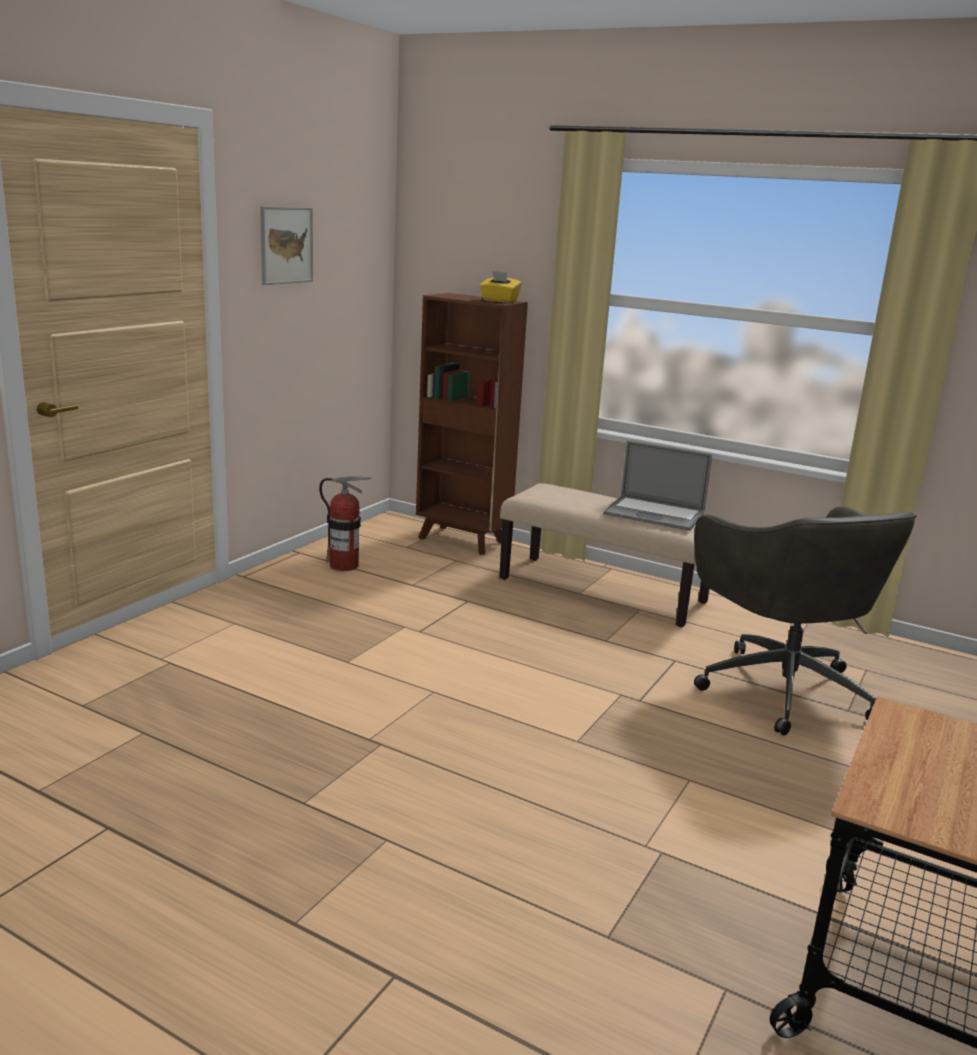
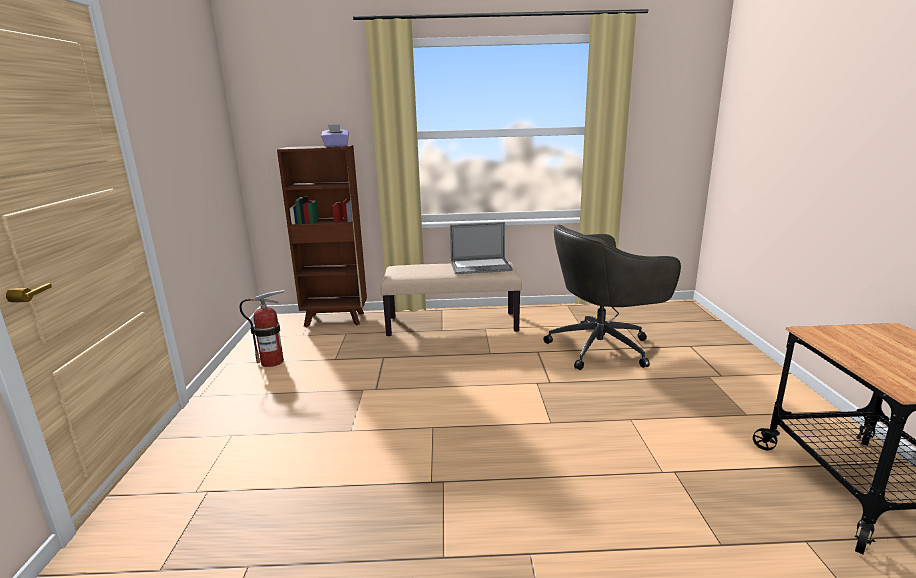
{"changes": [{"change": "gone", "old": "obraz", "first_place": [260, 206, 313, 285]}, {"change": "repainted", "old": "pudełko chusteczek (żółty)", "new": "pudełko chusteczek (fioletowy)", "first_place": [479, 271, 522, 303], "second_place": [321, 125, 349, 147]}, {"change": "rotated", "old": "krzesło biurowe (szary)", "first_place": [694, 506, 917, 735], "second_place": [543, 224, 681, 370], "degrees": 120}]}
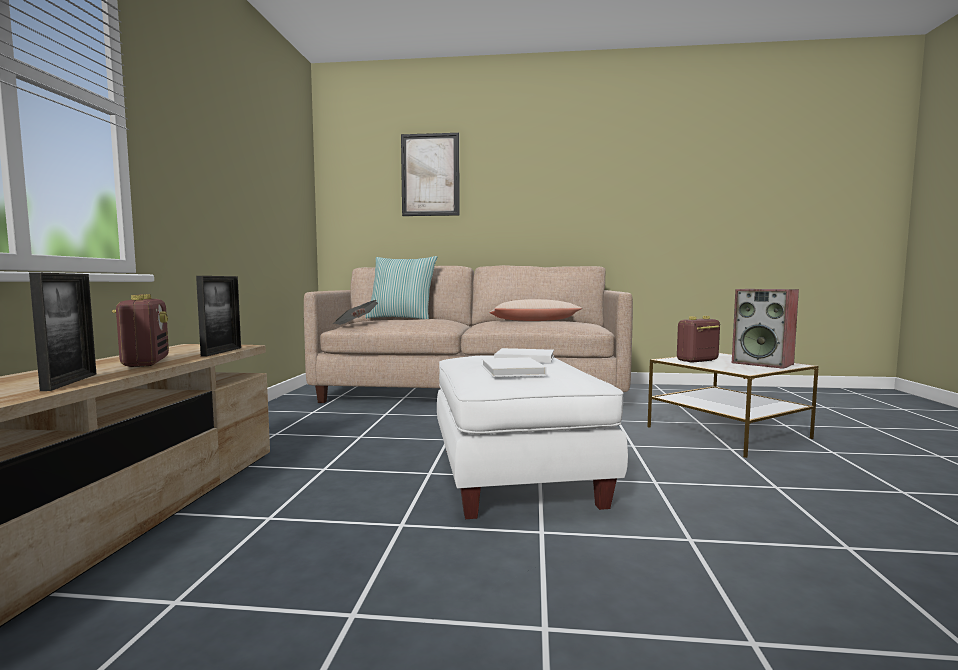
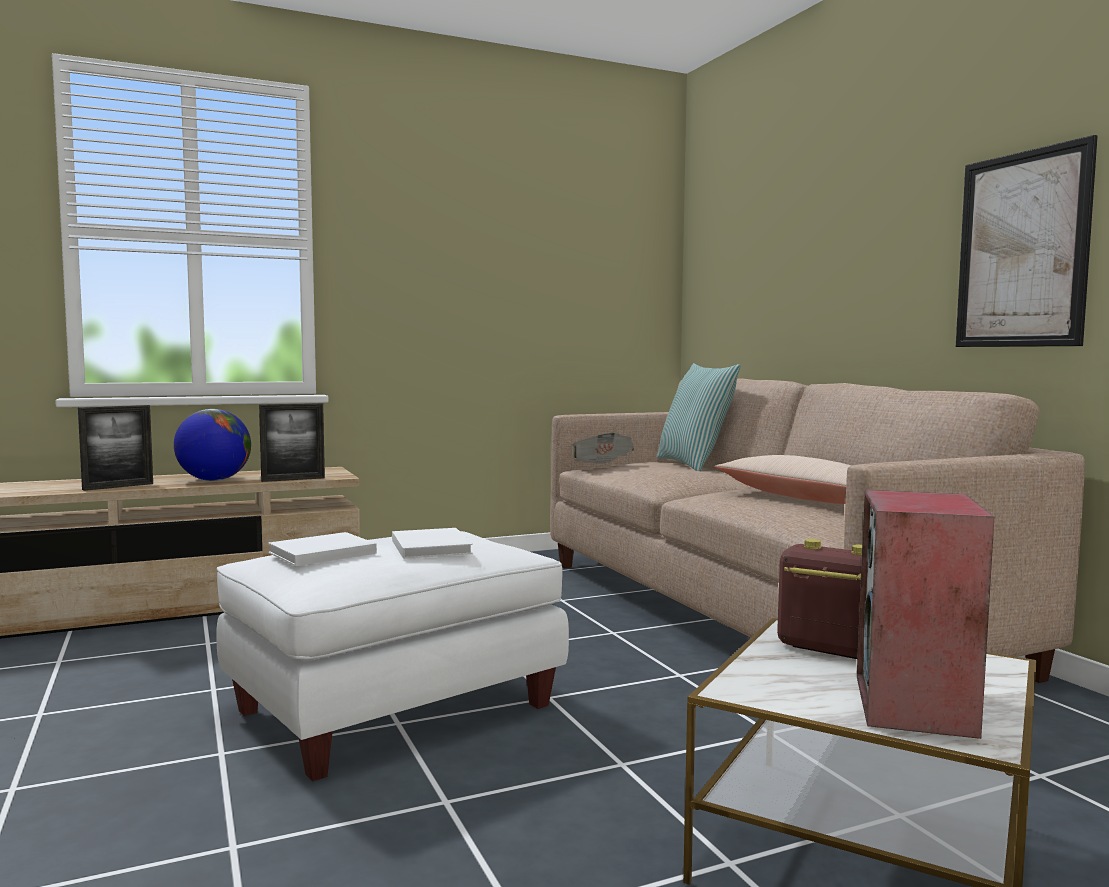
{"changes": [{"change": "shifted", "old": "obraz", "first_place": [401, 133, 460, 216], "second_place": [956, 135, 1098, 347]}, {"change": "swapped", "old": "radio", "new": "globus", "first_place": [112, 294, 169, 367], "second_place": [174, 409, 251, 481]}]}
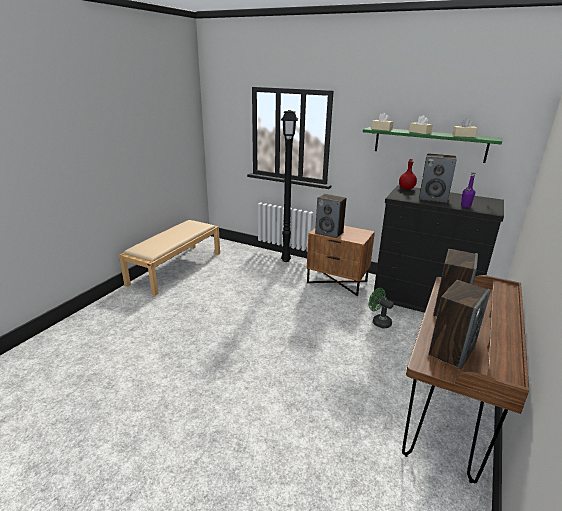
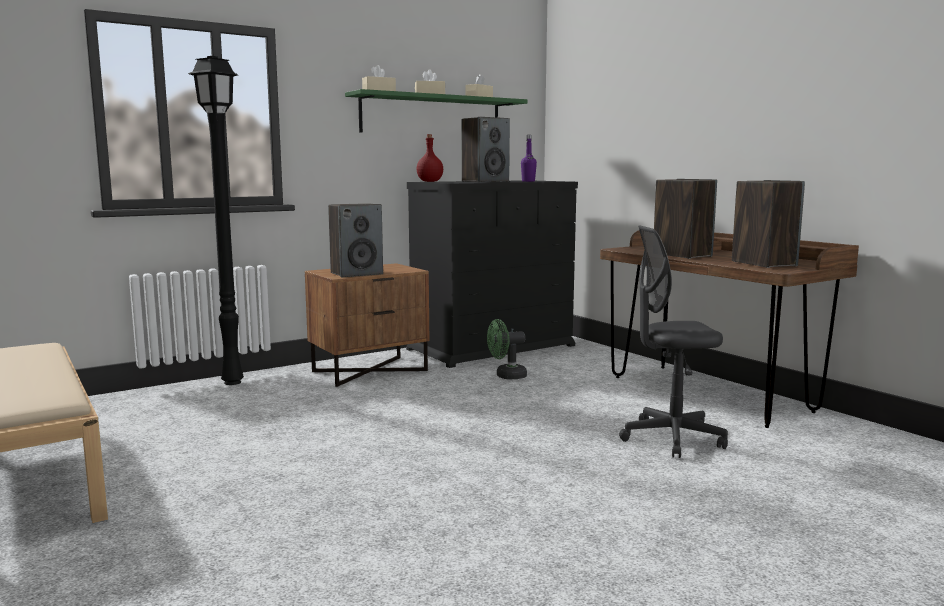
{"changes": [{"change": "new", "new": "krzesło biurowe (szary)", "second_place": [619, 225, 728, 458]}]}
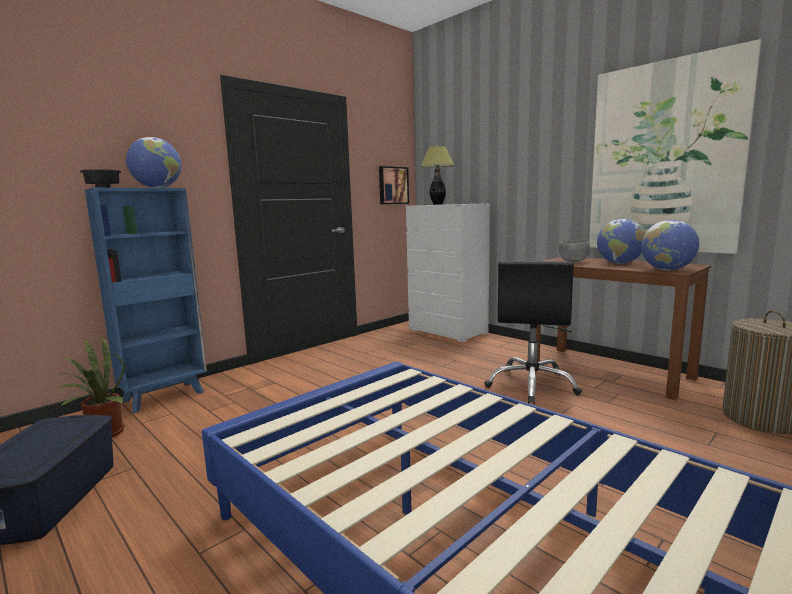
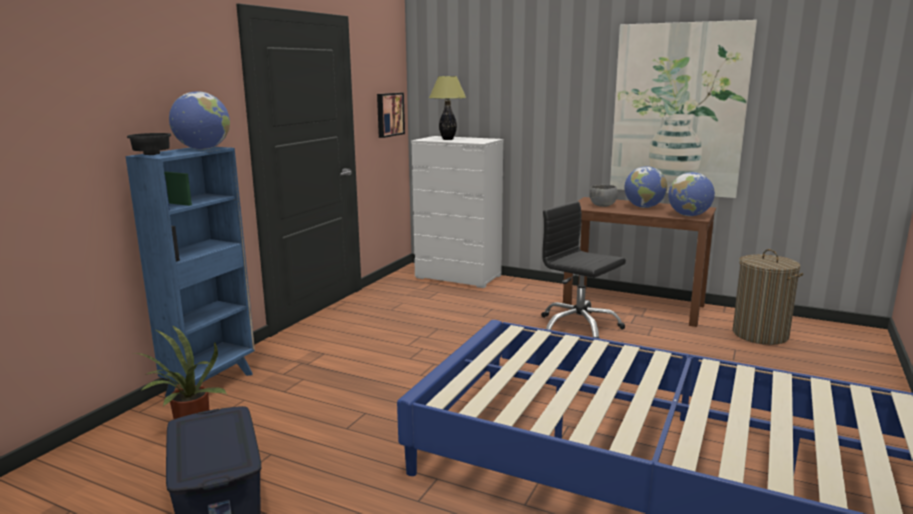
{"changes": [{"change": "rotated", "old": "krzesło biurowe (czarny)", "first_place": [484, 261, 582, 404], "second_place": [541, 201, 626, 339], "degrees": 135}]}
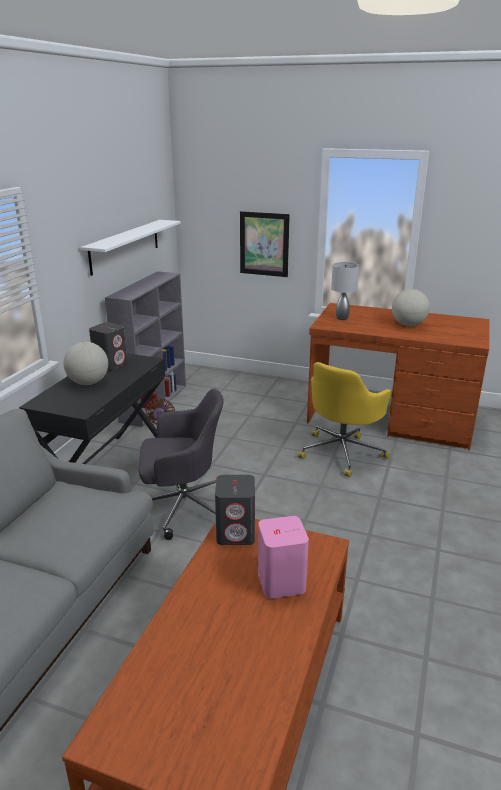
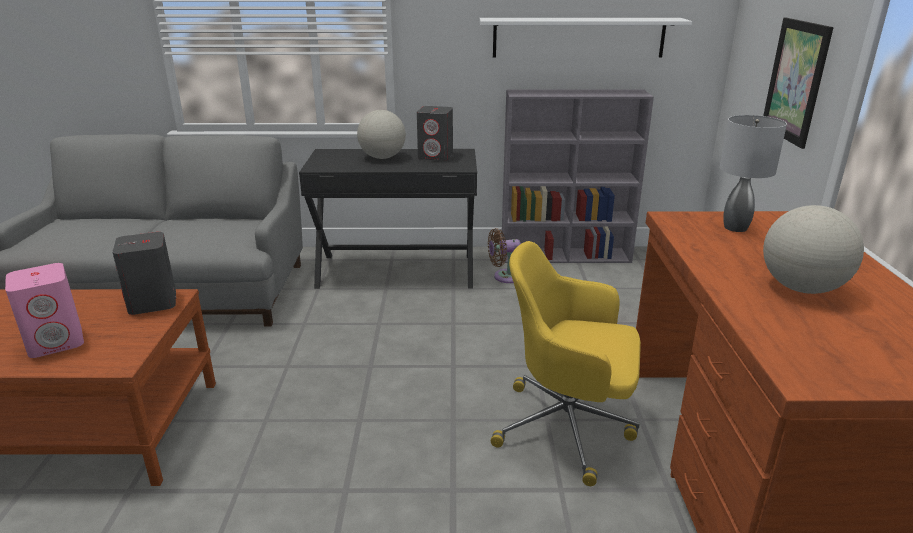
{"changes": [{"change": "gone", "old": "krzesło biurowe (szary)", "first_place": [139, 389, 224, 540]}]}
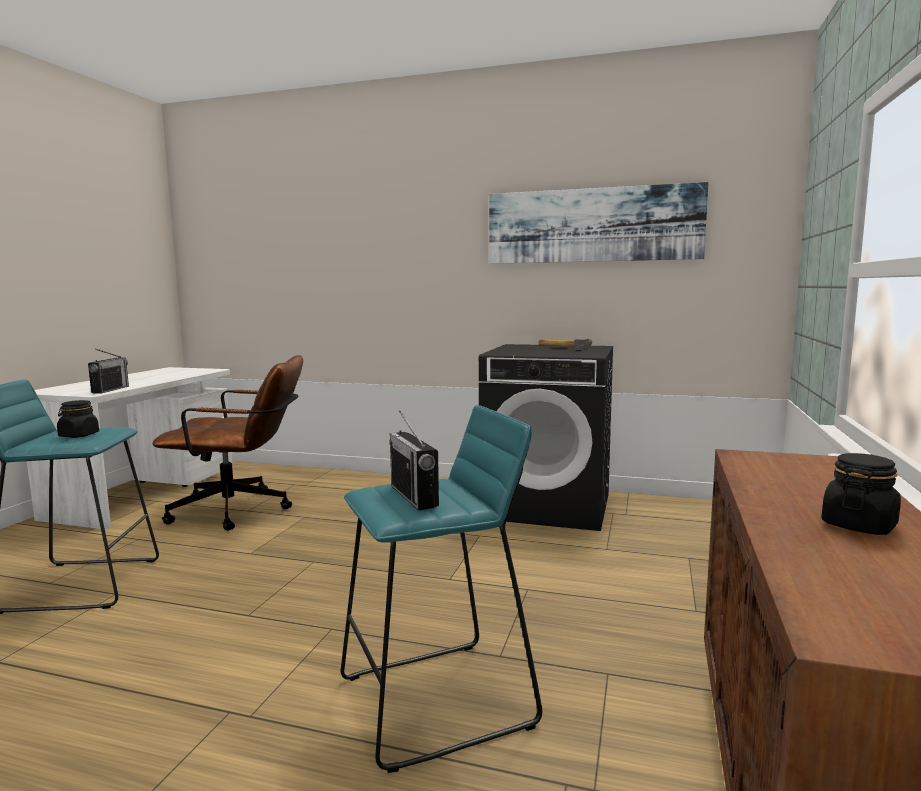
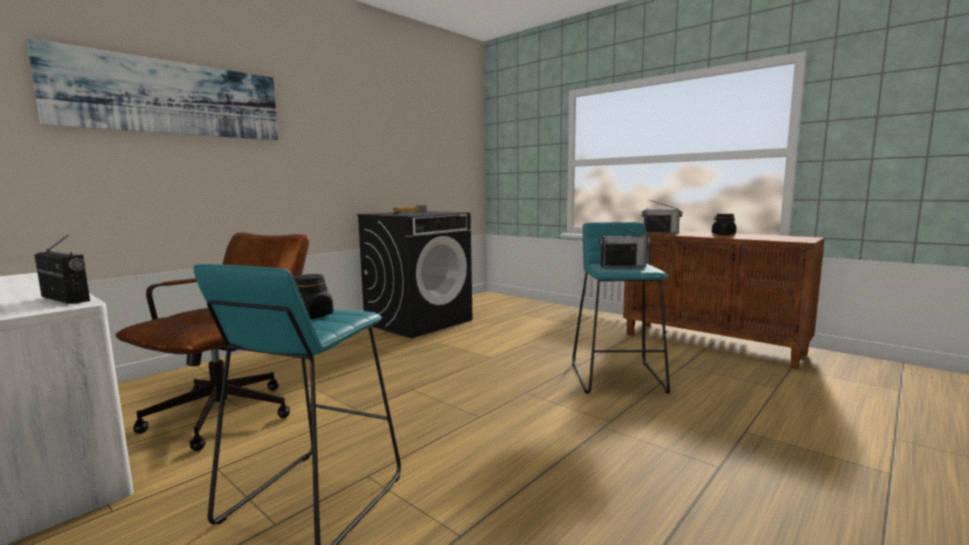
{"changes": [{"change": "new", "new": "radio", "second_place": [642, 200, 682, 234]}, {"change": "shifted", "old": "obraz", "first_place": [489, 182, 708, 264], "second_place": [26, 38, 279, 140]}]}
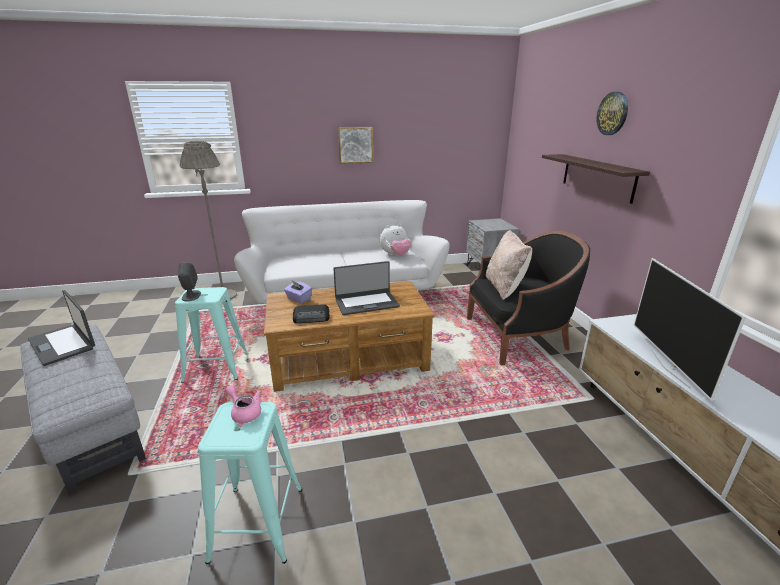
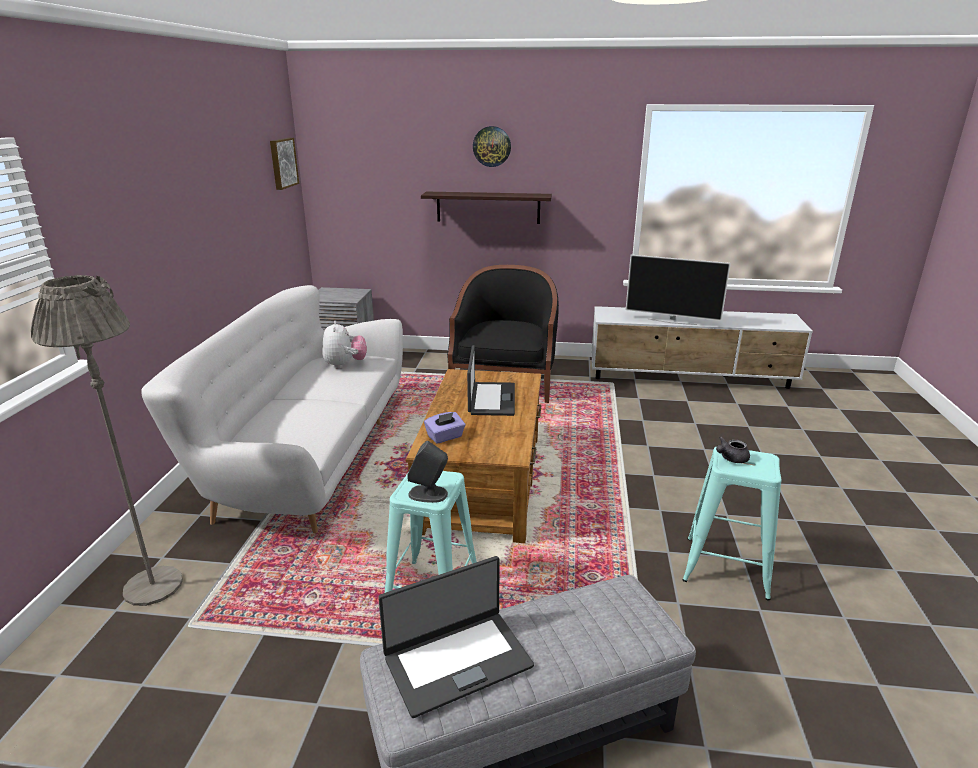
{"changes": [{"change": "gone", "old": "radio", "first_place": [293, 304, 330, 323]}, {"change": "gone", "old": "poduszka (beżowy)", "first_place": [486, 230, 532, 300]}, {"change": "shifted", "old": "obraz", "first_place": [338, 127, 373, 164], "second_place": [270, 138, 299, 190]}, {"change": "repainted", "old": "imbryk (różowy)", "new": "imbryk (szary)", "first_place": [226, 385, 261, 423], "second_place": [716, 437, 750, 463]}]}
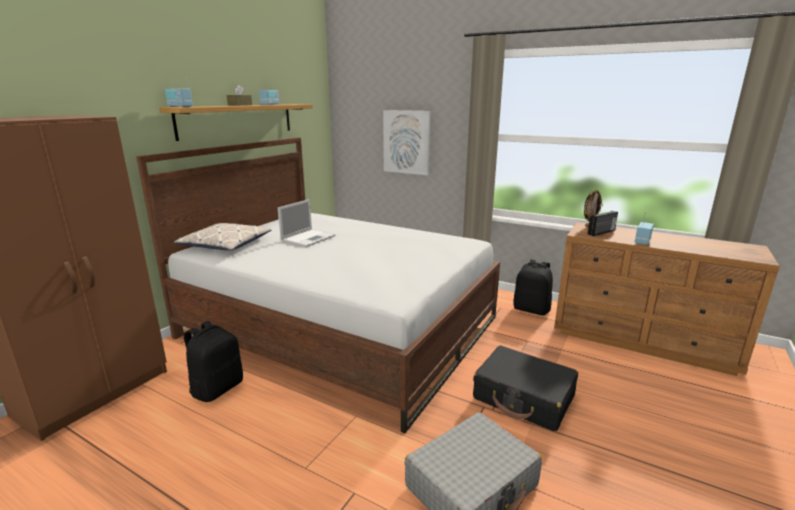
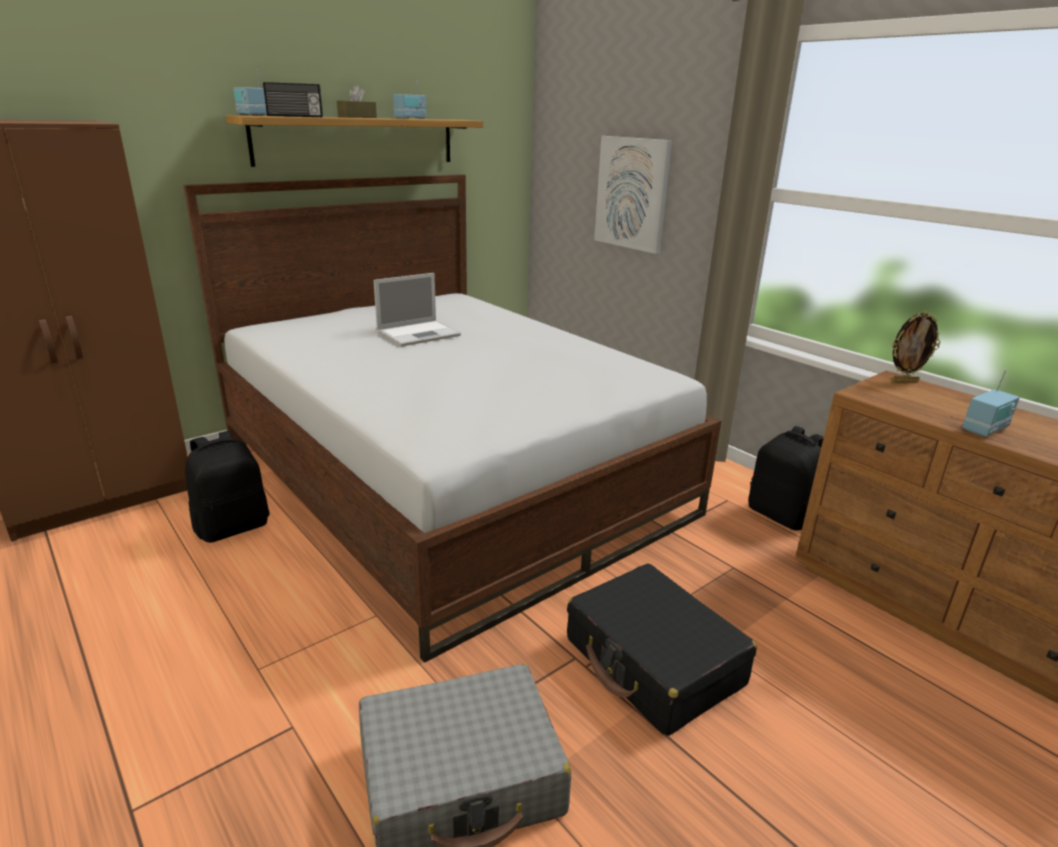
{"changes": [{"change": "gone", "old": "poduszka", "first_place": [174, 223, 271, 250]}, {"change": "shifted", "old": "radio", "first_place": [588, 211, 618, 236], "second_place": [263, 82, 323, 117]}]}
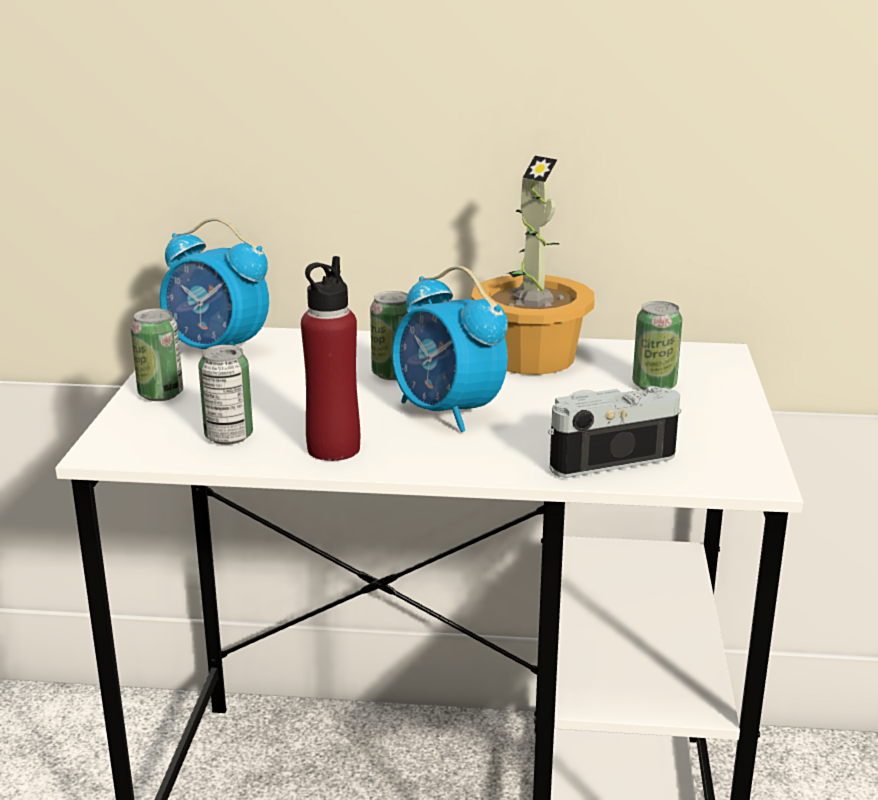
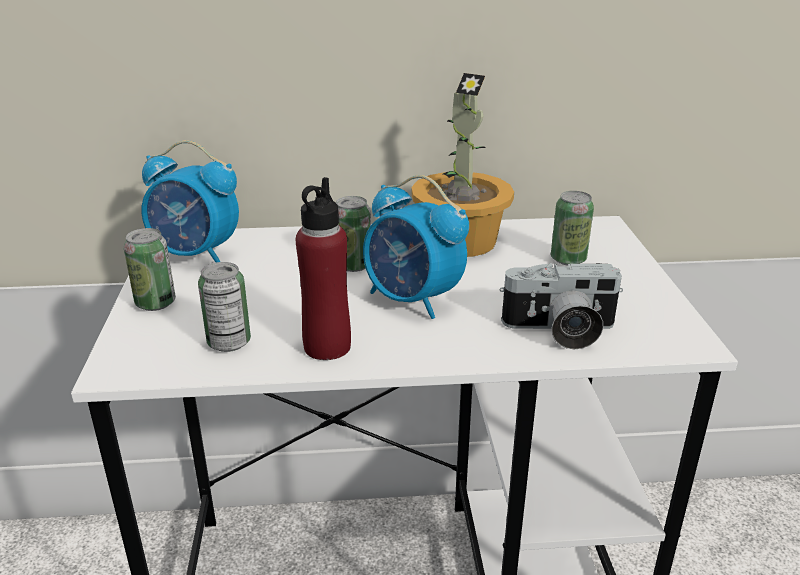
{"changes": [{"change": "rotated", "old": "aparat fotograficzny", "first_place": [548, 386, 682, 478], "second_place": [500, 263, 623, 349], "degrees": -150}]}
